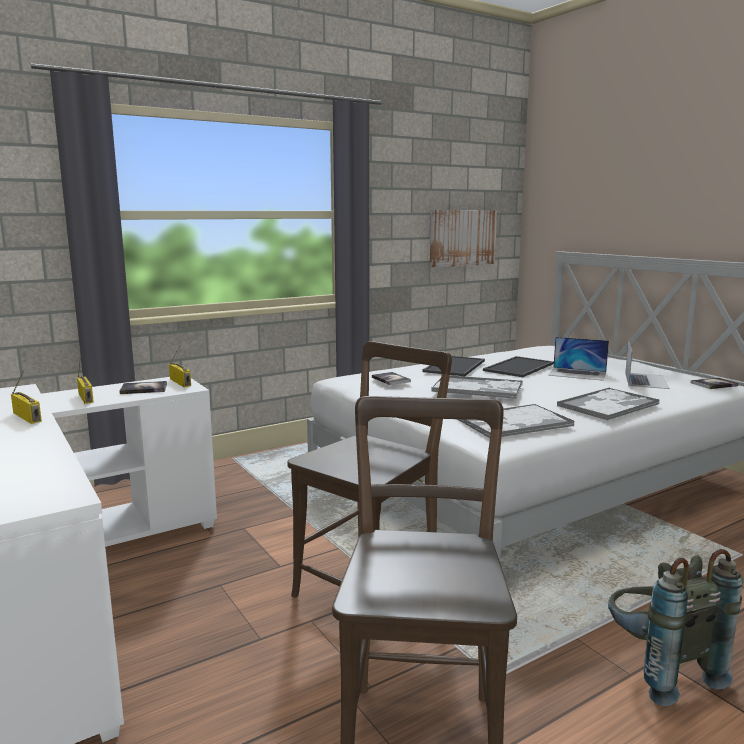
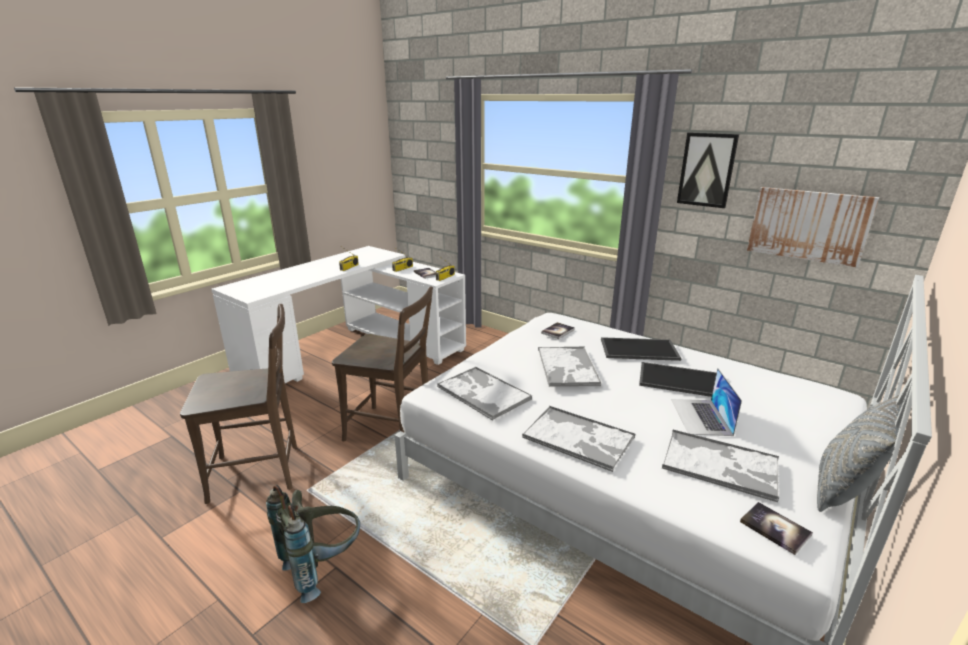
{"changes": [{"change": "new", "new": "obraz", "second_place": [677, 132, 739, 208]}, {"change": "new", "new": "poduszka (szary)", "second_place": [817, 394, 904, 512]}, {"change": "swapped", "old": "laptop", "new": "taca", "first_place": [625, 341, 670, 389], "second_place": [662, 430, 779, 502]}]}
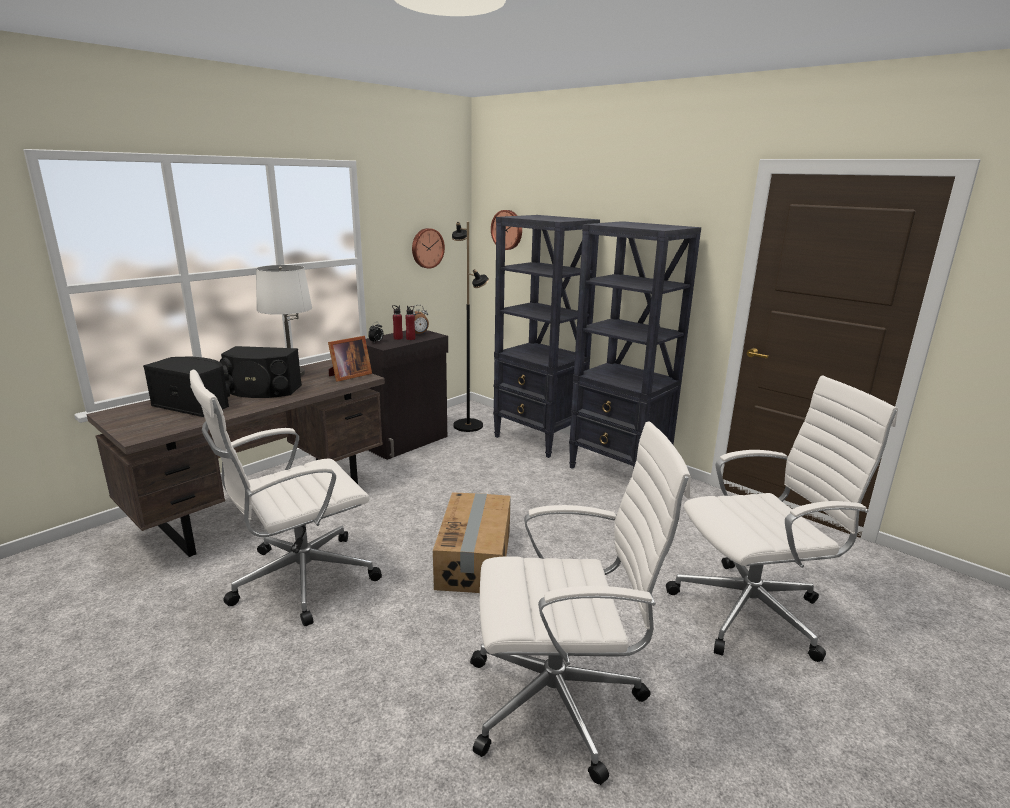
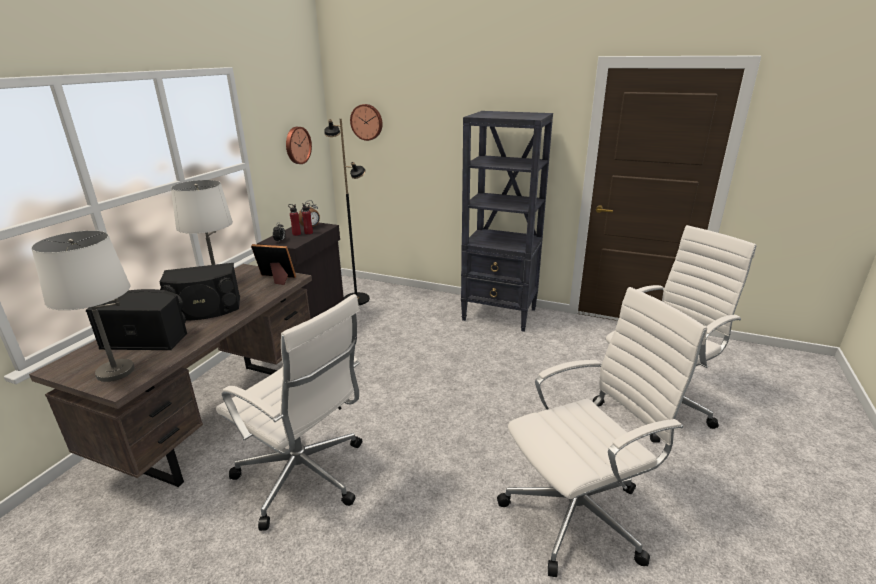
{"changes": [{"change": "gone", "old": "karton", "first_place": [433, 492, 511, 593]}, {"change": "gone", "old": "regał (czarny)", "first_place": [493, 215, 600, 458]}, {"change": "new", "new": "lampa stołowa (biały)", "second_place": [31, 231, 135, 382]}, {"change": "rotated", "old": "krzesło biurowe (biały)", "first_place": [190, 370, 382, 626], "second_place": [216, 294, 362, 531], "degrees": -90}, {"change": "rotated", "old": "ramka na zdjęcie", "first_place": [328, 336, 372, 382], "second_place": [251, 244, 296, 285], "degrees": -105}]}
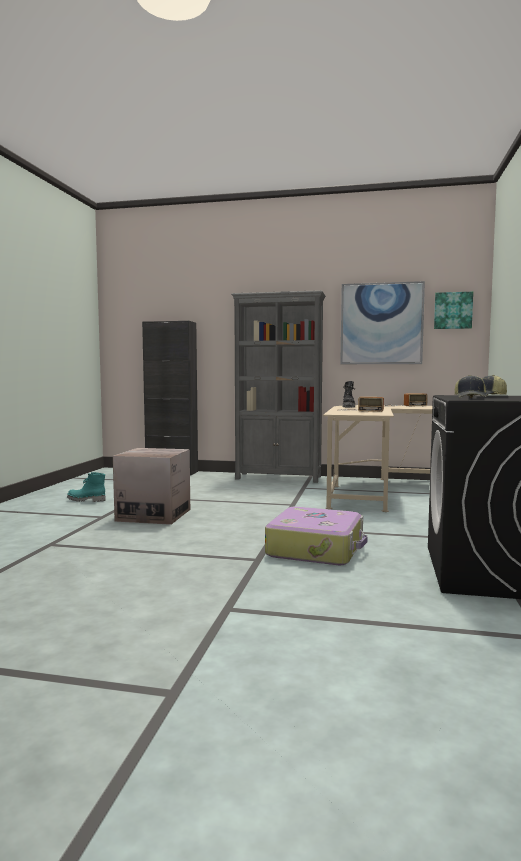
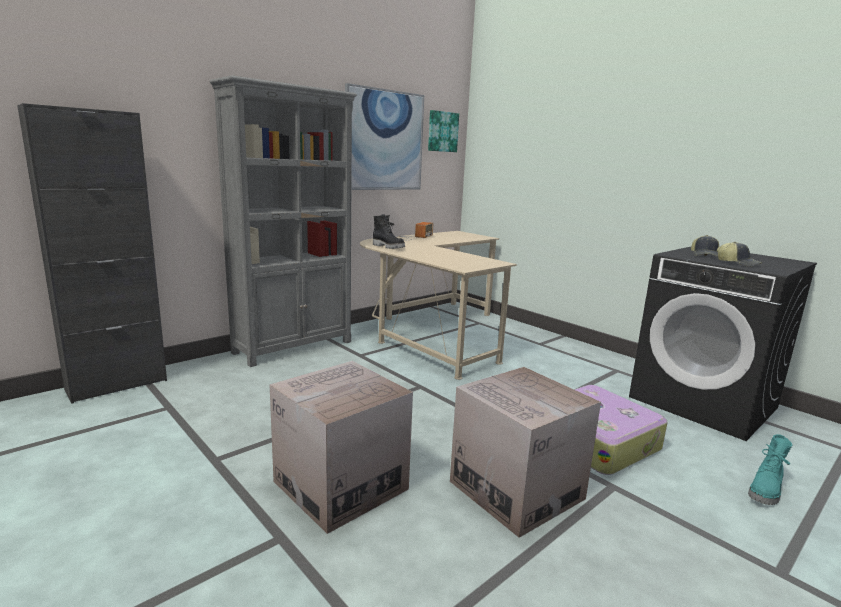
{"changes": [{"change": "gone", "old": "radio", "first_place": [338, 397, 384, 412]}, {"change": "new", "new": "karton", "second_place": [450, 367, 601, 538]}, {"change": "shifted", "old": "but z cholewką (turkusowy)", "first_place": [67, 472, 106, 502], "second_place": [748, 434, 793, 505]}]}
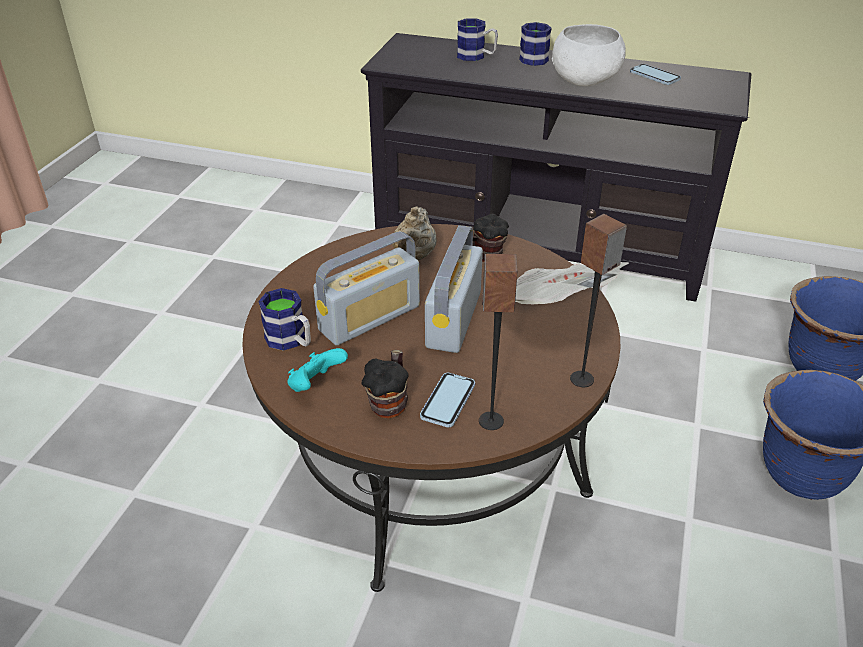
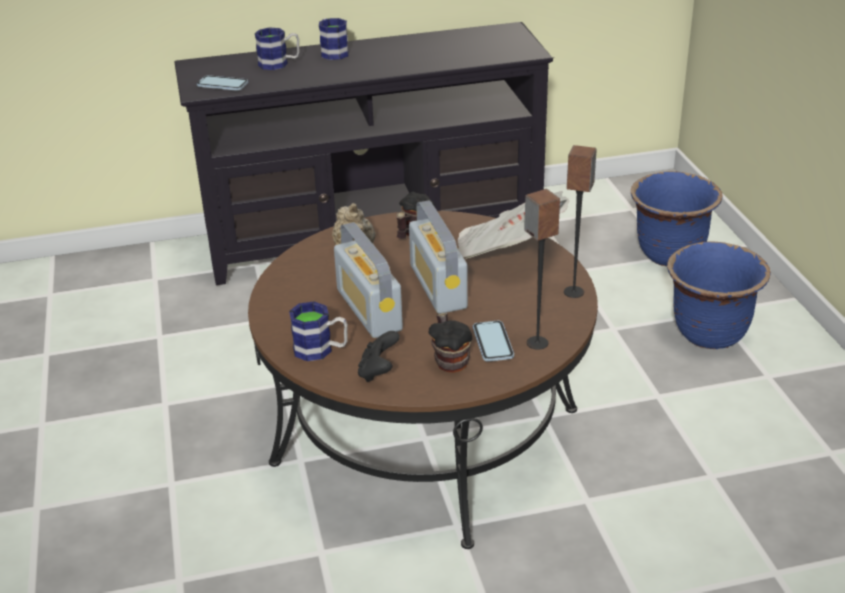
{"changes": [{"change": "gone", "old": "miska (biały)", "first_place": [552, 24, 626, 86]}, {"change": "shifted", "old": "telefon", "first_place": [630, 64, 681, 85], "second_place": [197, 75, 248, 91]}, {"change": "repainted", "old": "pad do gier (turkusowy)", "new": "pad do gier (czarny)", "first_place": [287, 348, 348, 392], "second_place": [358, 331, 400, 382]}, {"change": "rotated", "old": "radio", "first_place": [313, 231, 420, 345], "second_place": [334, 222, 403, 338], "degrees": 135}]}
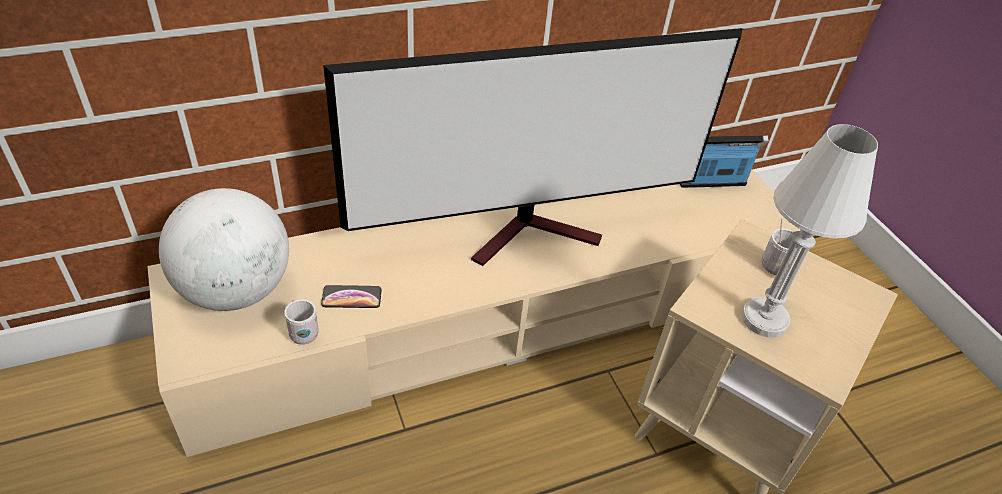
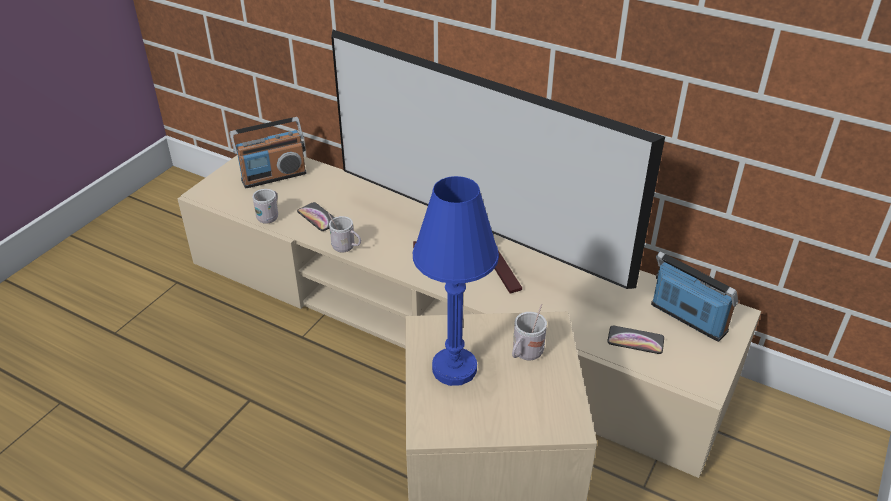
{"changes": [{"change": "new", "new": "kubek (biały)", "second_place": [328, 213, 361, 253]}, {"change": "new", "new": "telefon", "second_place": [607, 326, 664, 354]}, {"change": "swapped", "old": "globus", "new": "radio", "first_place": [159, 188, 289, 311], "second_place": [230, 117, 307, 188]}, {"change": "repainted", "old": "lampa stołowa (biały)", "new": "lampa stołowa (niebieski)", "first_place": [742, 124, 878, 337], "second_place": [413, 176, 499, 386]}]}
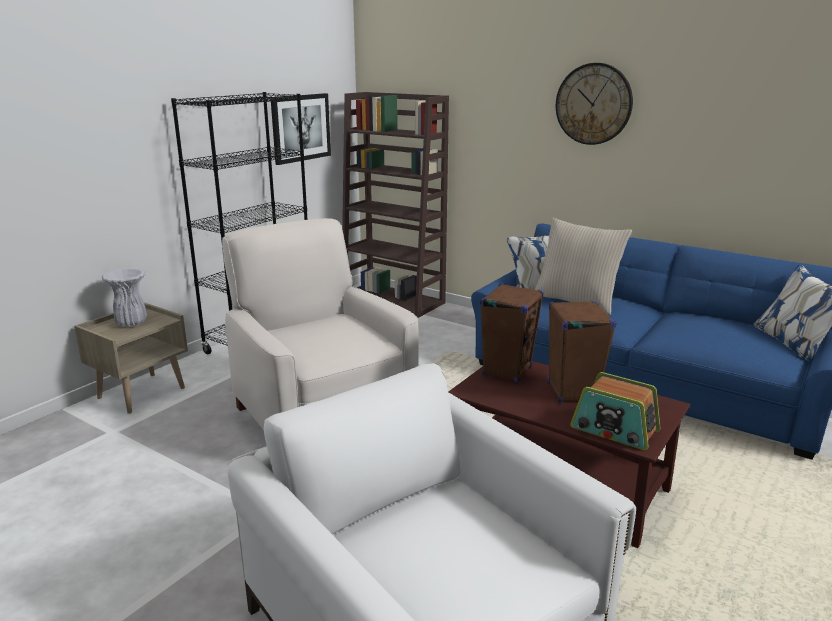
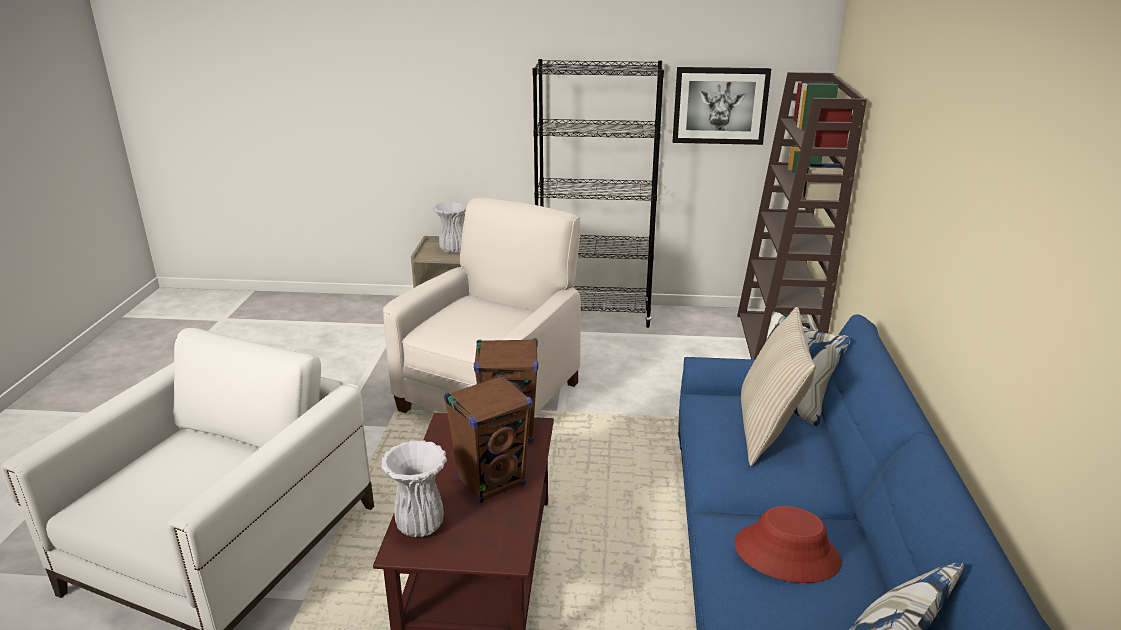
{"changes": [{"change": "gone", "old": "zegar ścienny", "first_place": [556, 63, 633, 145]}, {"change": "new", "new": "kapelusz (czerwony)", "second_place": [734, 506, 841, 583]}, {"change": "swapped", "old": "radio", "new": "wazon (biały)", "first_place": [570, 372, 661, 450], "second_place": [381, 440, 447, 537]}]}
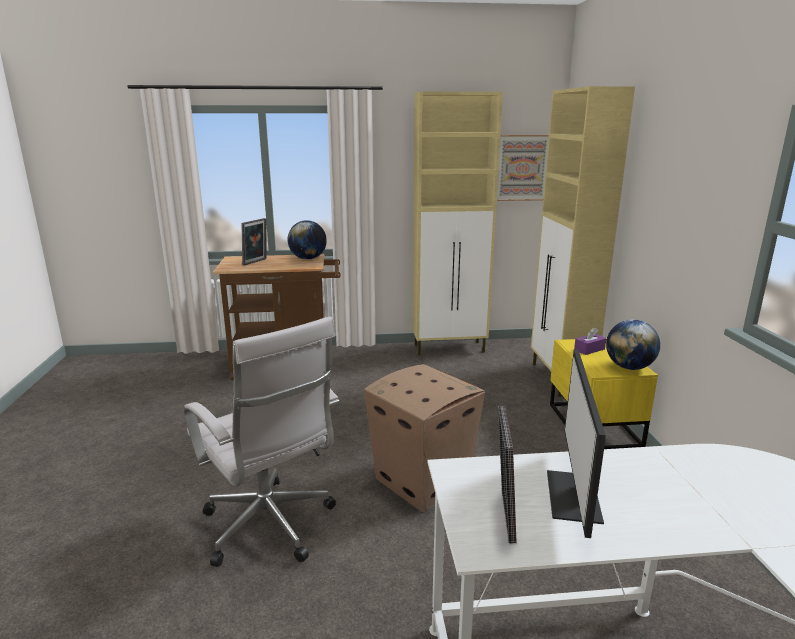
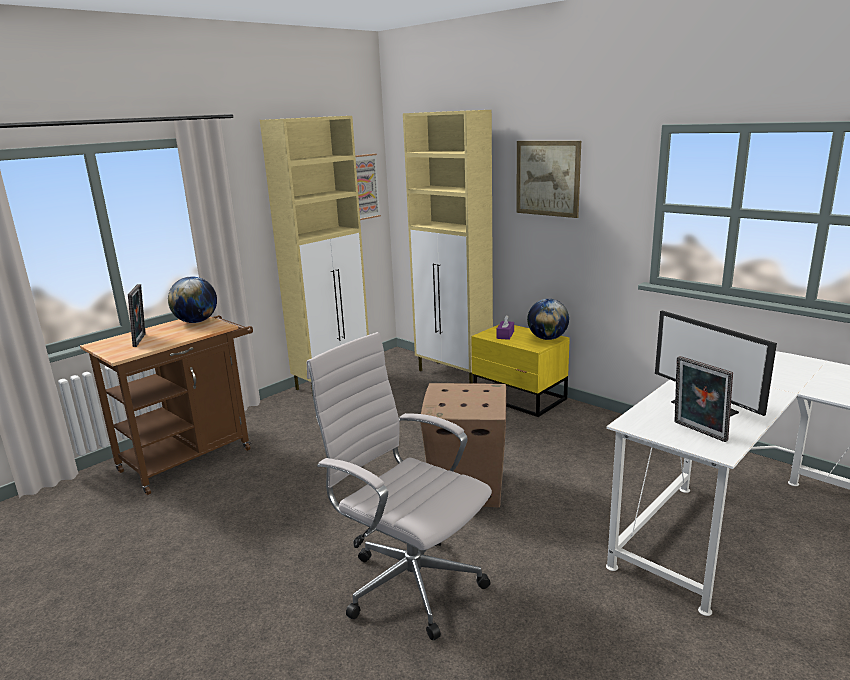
{"changes": [{"change": "new", "new": "obraz", "second_place": [516, 141, 581, 218]}, {"change": "rotated", "old": "krzesło biurowe (biały)", "first_place": [184, 316, 340, 567], "second_place": [307, 332, 492, 640], "degrees": -150}]}
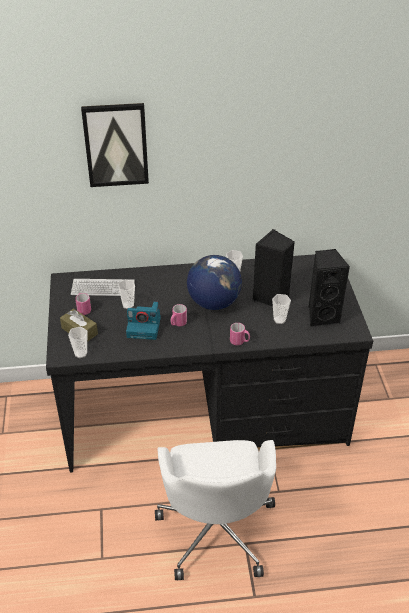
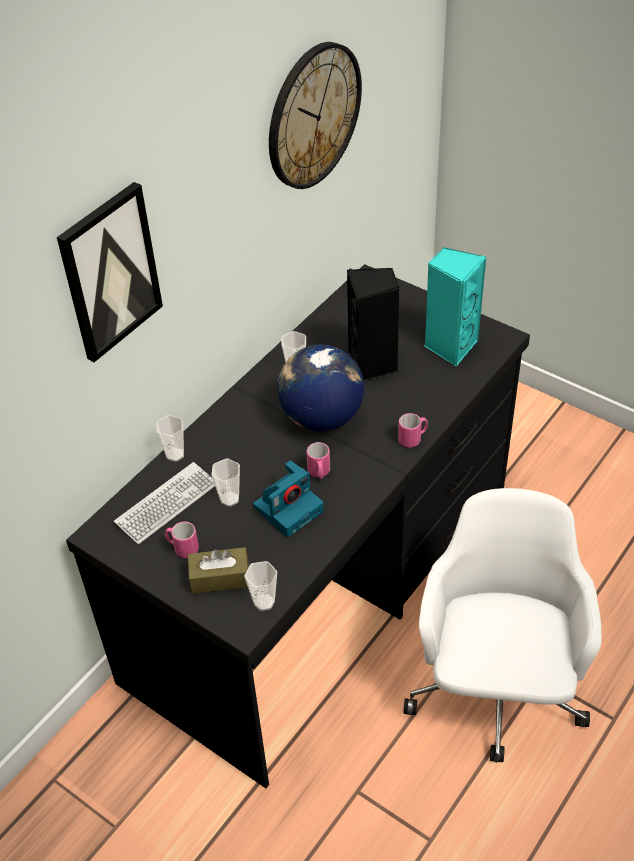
{"changes": [{"change": "new", "new": "zegar ścienny", "second_place": [269, 42, 362, 189]}, {"change": "shifted", "old": "filiżanka", "first_place": [272, 294, 291, 324], "second_place": [156, 415, 184, 462]}, {"change": "repainted", "old": "głośnik (czarny)", "new": "głośnik (turkusowy)", "first_place": [308, 249, 350, 327], "second_place": [425, 247, 486, 367]}, {"change": "rotated", "old": "krzesło biurowe (biały)", "first_place": [155, 440, 276, 580], "second_place": [403, 488, 602, 763], "degrees": -120}]}
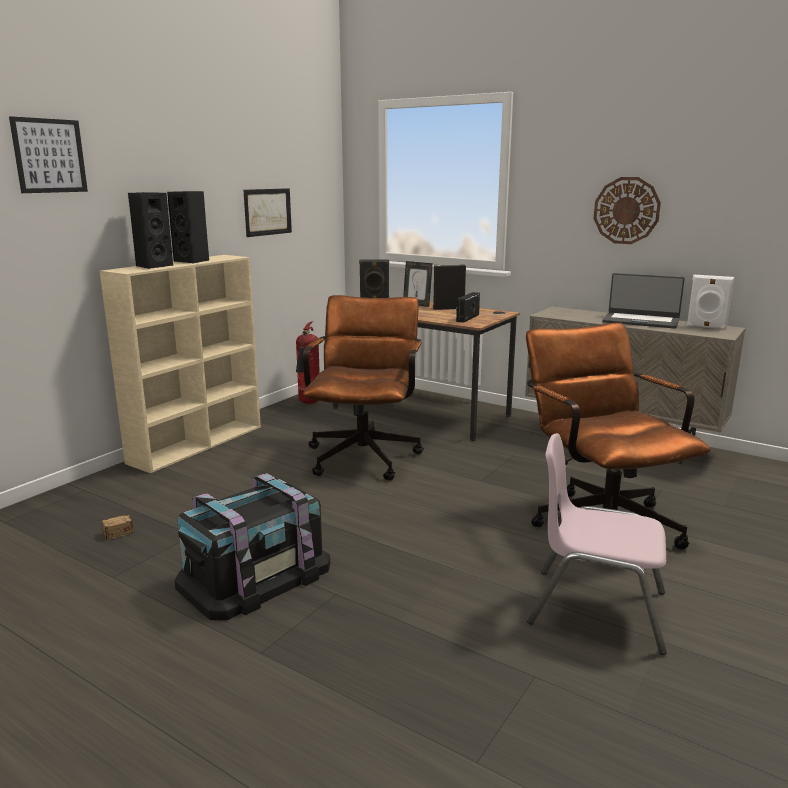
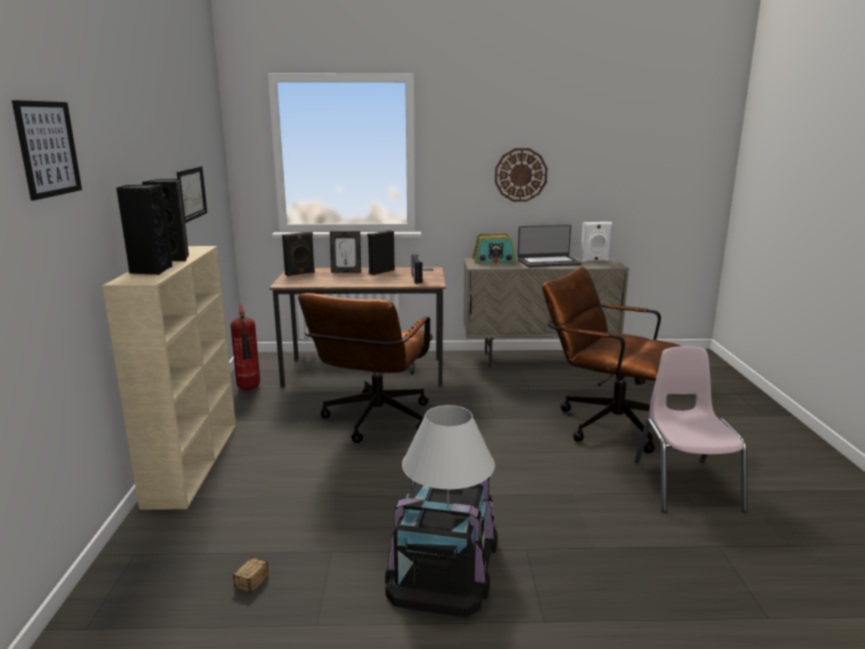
{"changes": [{"change": "new", "new": "lampa stołowa (biały)", "second_place": [402, 405, 495, 508]}, {"change": "new", "new": "radio", "second_place": [472, 233, 516, 264]}, {"change": "rotated", "old": "krzesło biurowe (brązowy)", "first_place": [303, 295, 424, 481], "second_place": [298, 293, 433, 443], "degrees": -135}, {"change": "rotated", "old": "krzesło (różowy)", "first_place": [527, 433, 667, 655], "second_place": [635, 346, 748, 513], "degrees": 105}]}
